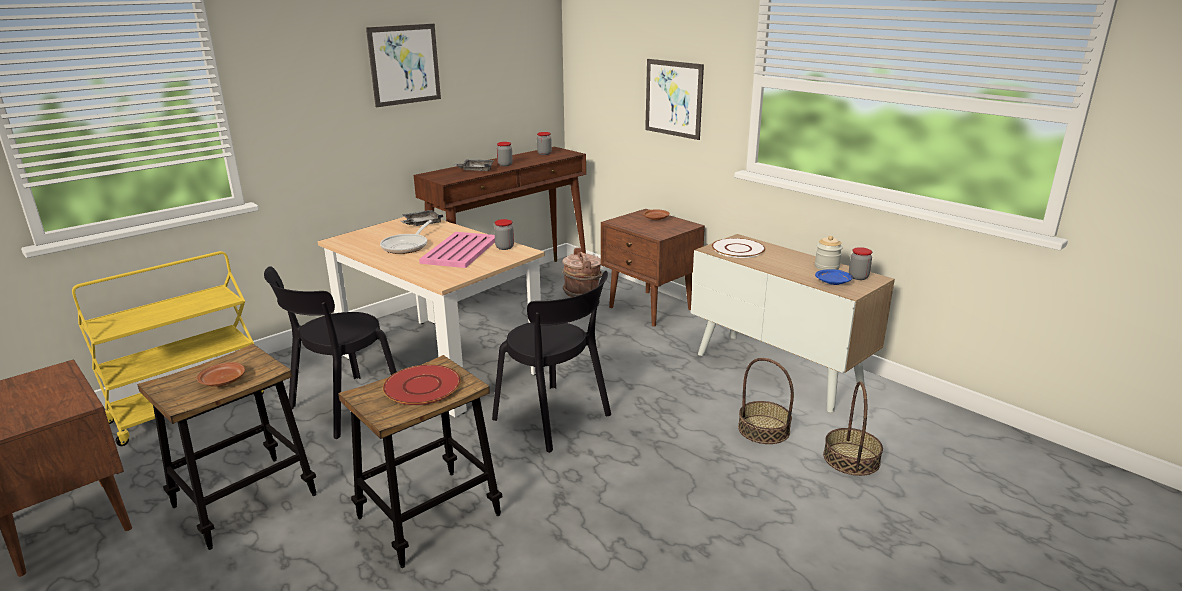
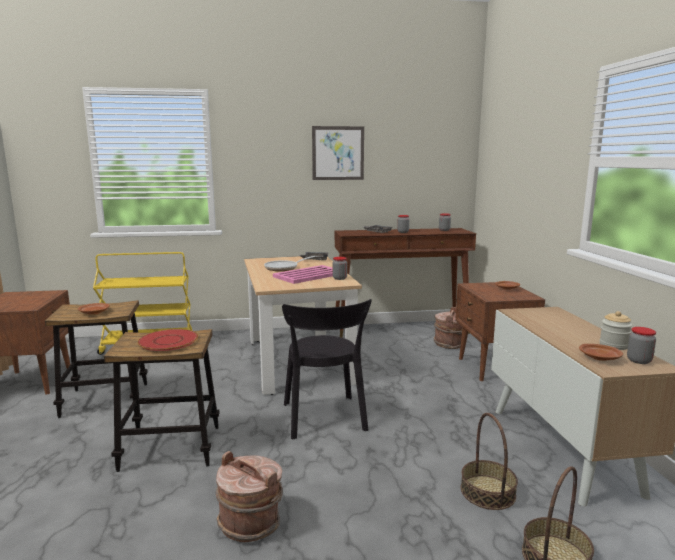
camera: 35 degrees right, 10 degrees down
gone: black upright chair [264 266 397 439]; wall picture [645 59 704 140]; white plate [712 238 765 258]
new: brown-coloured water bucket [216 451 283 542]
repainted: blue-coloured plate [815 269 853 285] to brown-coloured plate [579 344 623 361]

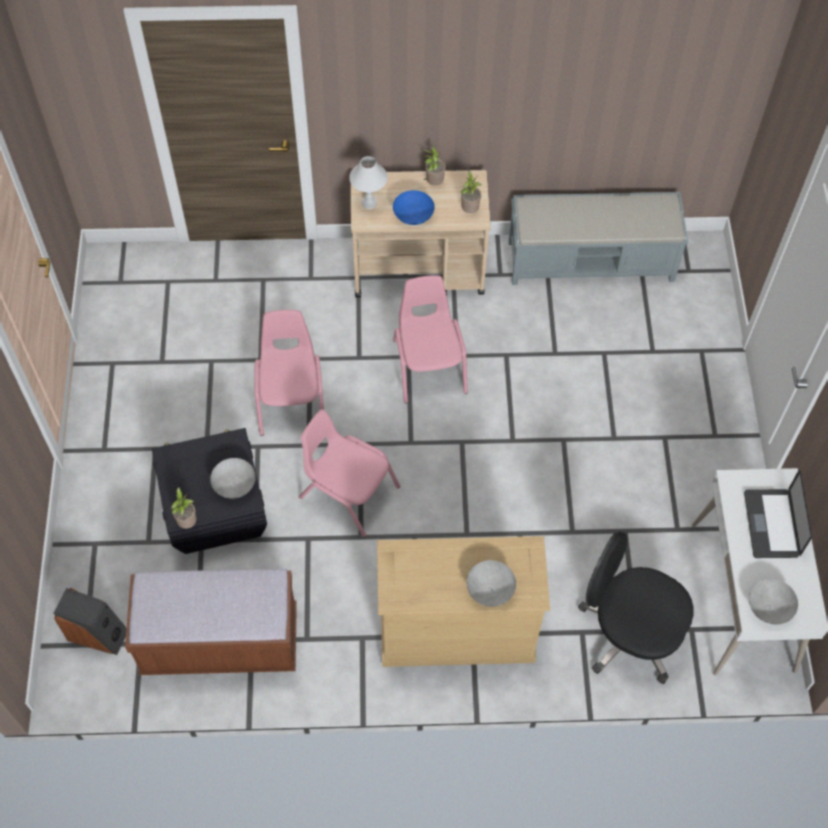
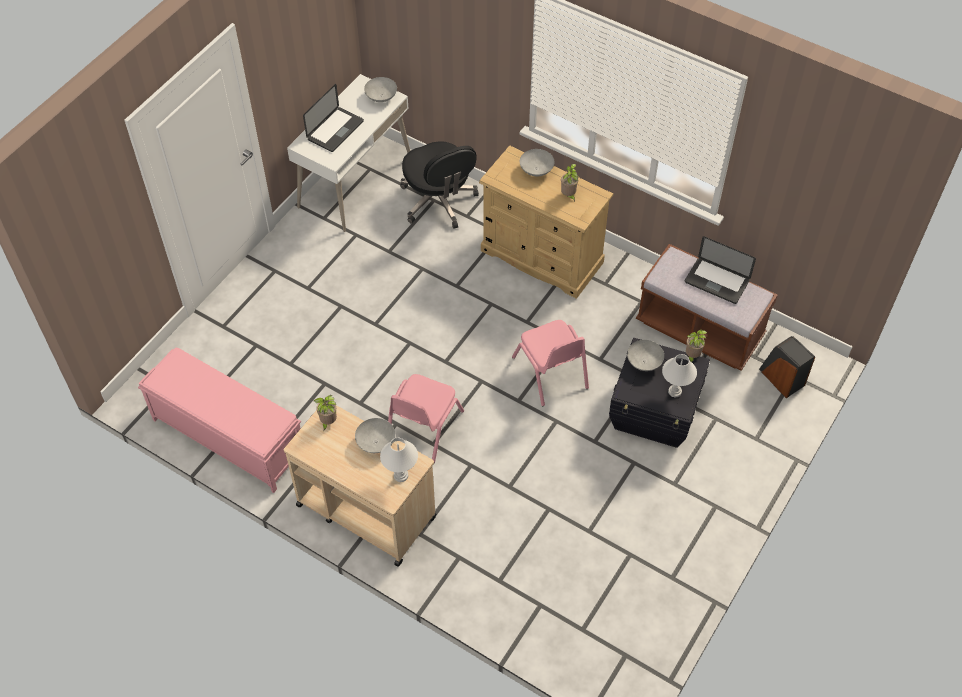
camera: 145 degrees left, 5 degrees down
gone: pink-coloured upright chair [254 310 324 436]
new: white table lamp [662 354 697 397]; notebook computer [685 236 756 304]
shifted: plant in a pot [423 145 446 186] to [561 164 578 202]
repainted: gray indoor bench [509 192 688 285] to pink-coloured indoor bench [138 348 301 493]; blue-coloured bowl [393 190 435 225] to gray bowl [355 418 395 453]

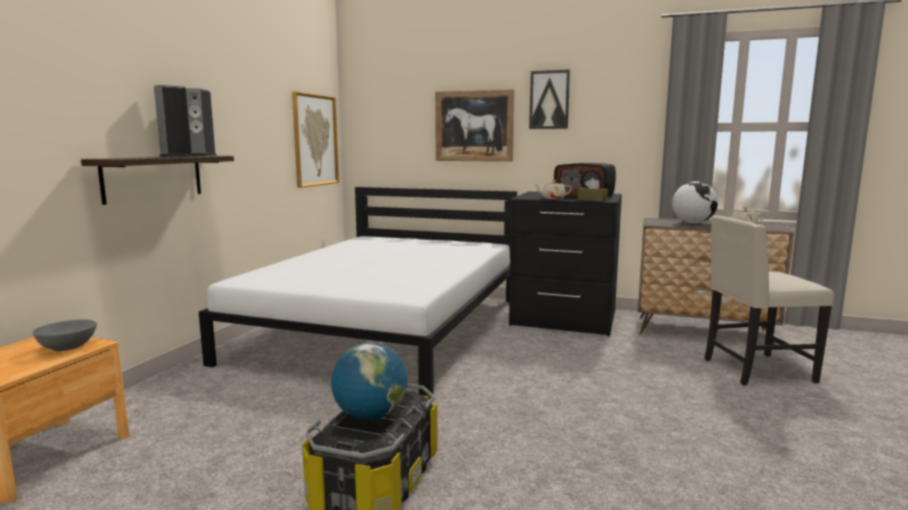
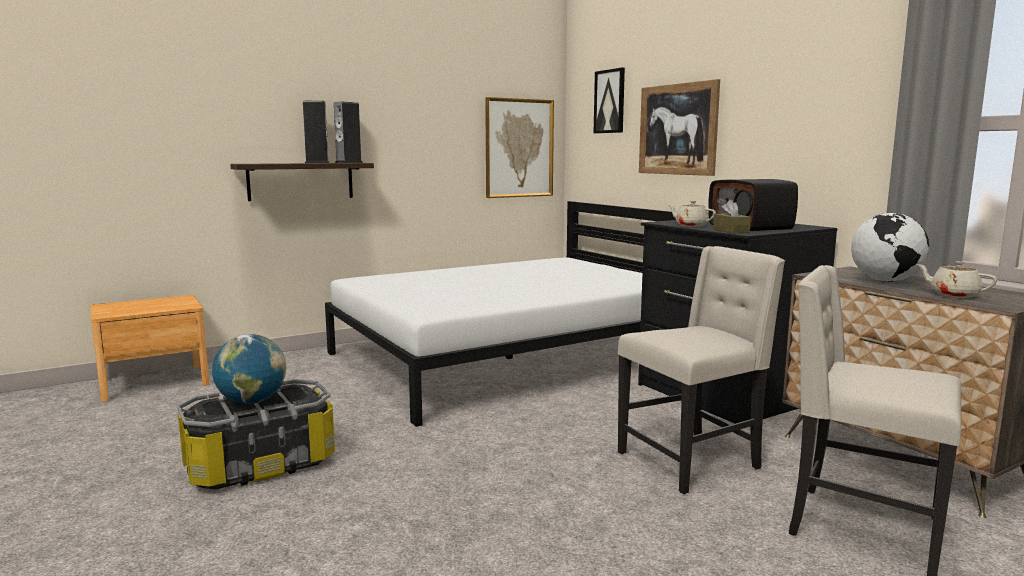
camera: 40 degrees right, 0 degrees up
gone: gray bowl [33 319 97 351]
new: sand-coloured upright chair [618 246 785 494]
shifted: wall picture [529 69 570 129] to [594 68 625 133]

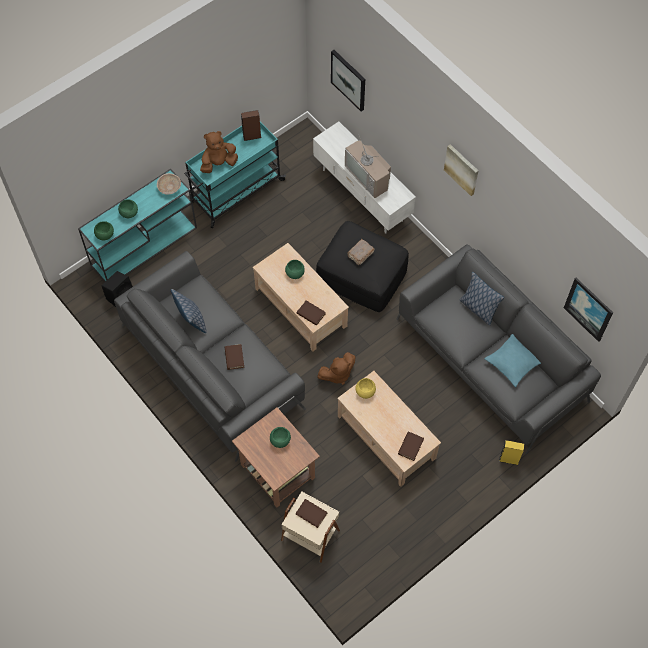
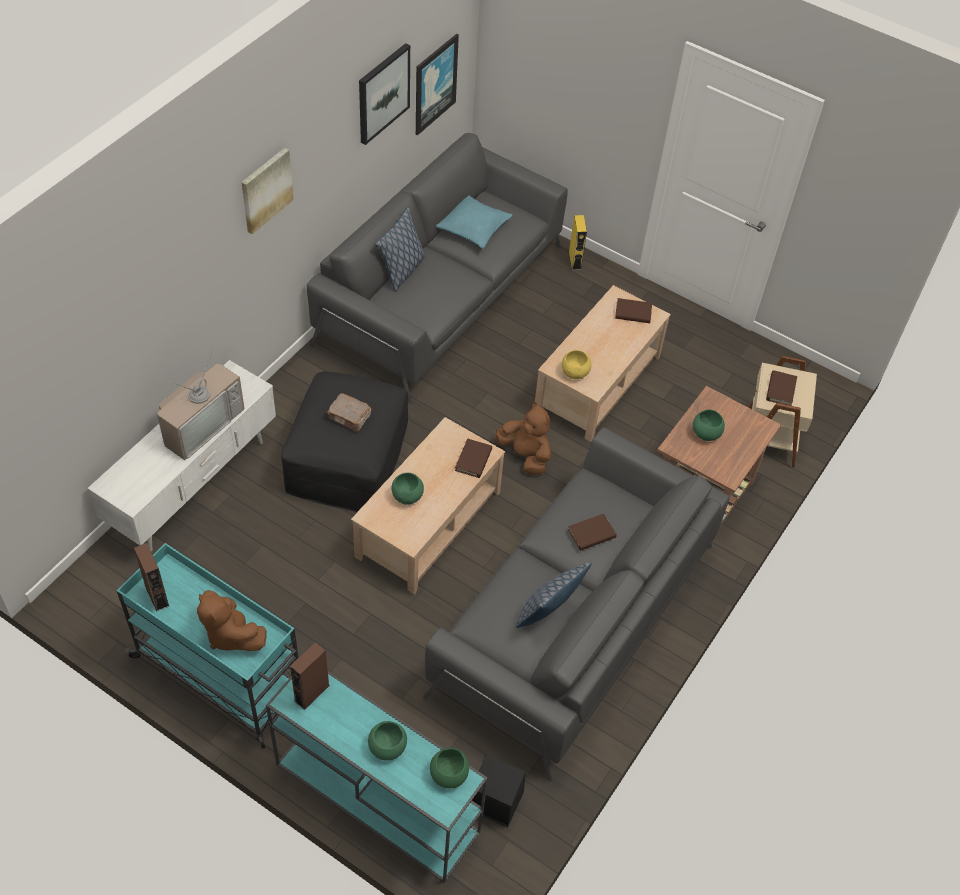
camera: 110 degrees left, 10 degrees down
shifted: wall picture [331 50 365 111] to [359 43 410 145]
swapped: sand-coloured bowl [157 173 181 195] to brown-coloured audio speaker [290 642 330 710]

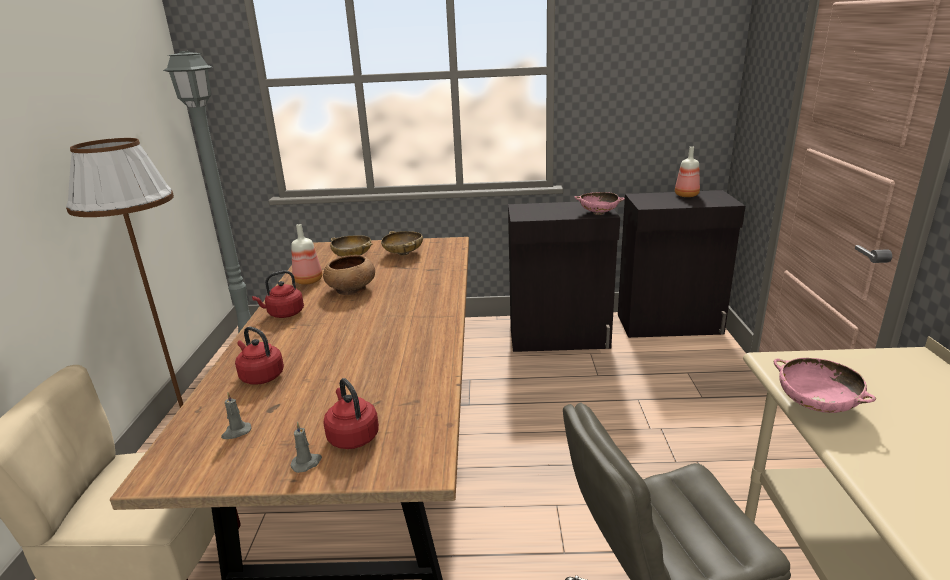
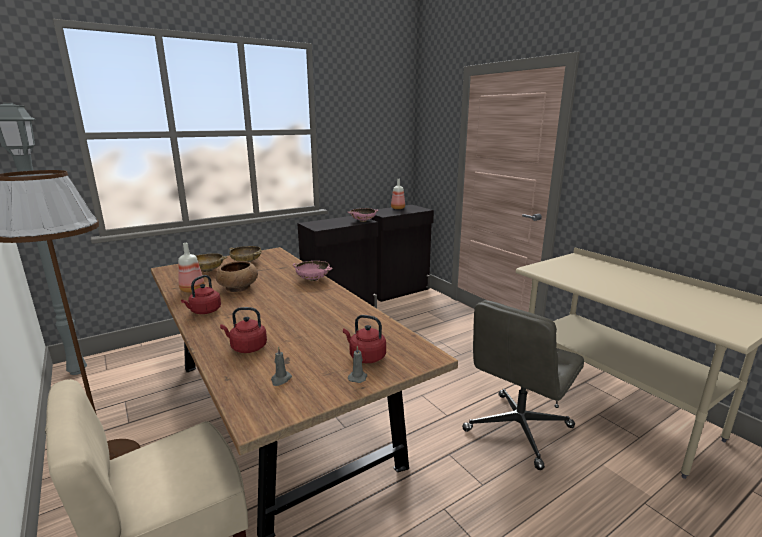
camera: 35 degrees left, 5 degrees down
shifted: pink-coloured bowl [774 358 876 413] to [293 261 332 281]

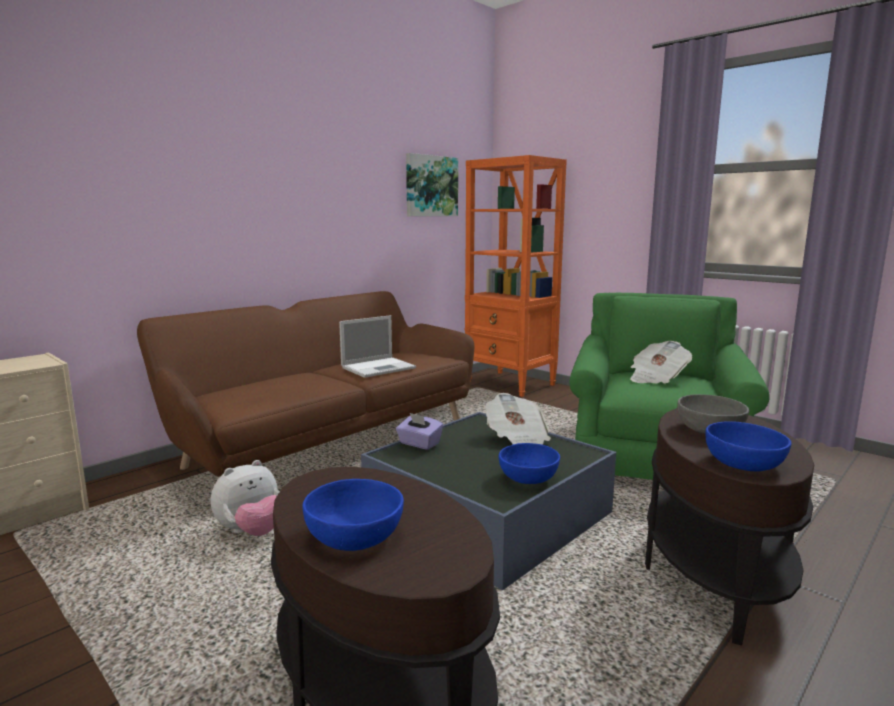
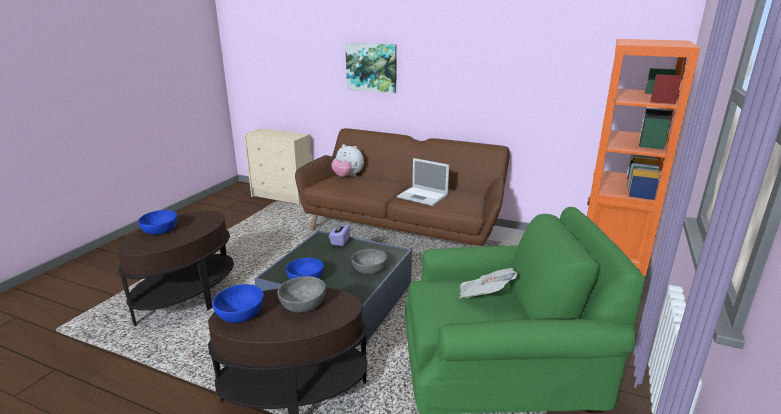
camera: 70 degrees right, 10 degrees up
shifted: soft toy [211 460 280 536] to [331 144 364 177]; wall picture [406 153 458 216] to [345 42 397 93]
swapped: daily paper [486 393 551 444] to gray bowl [351 249 387 274]

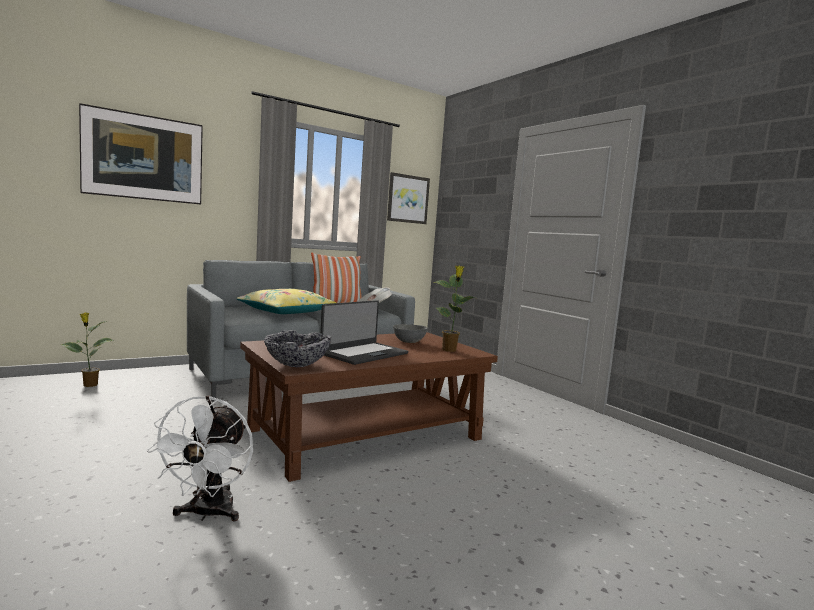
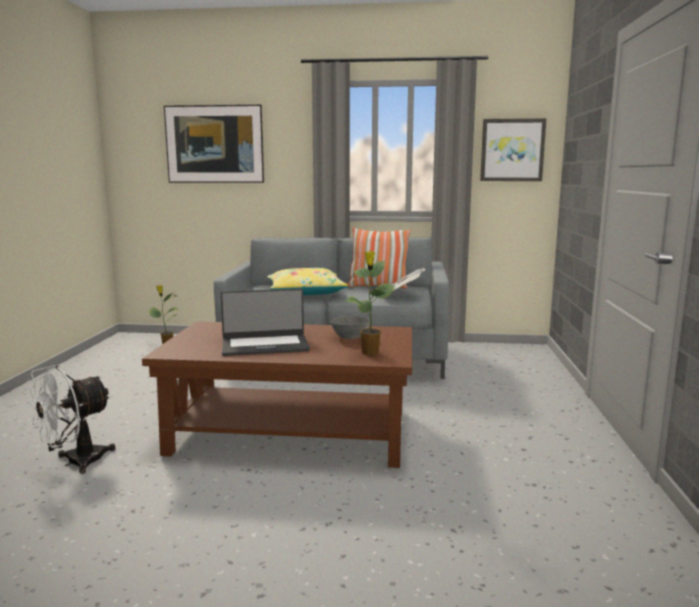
camera: 40 degrees right, 5 degrees up
gone: bowl [264 330 331 367]

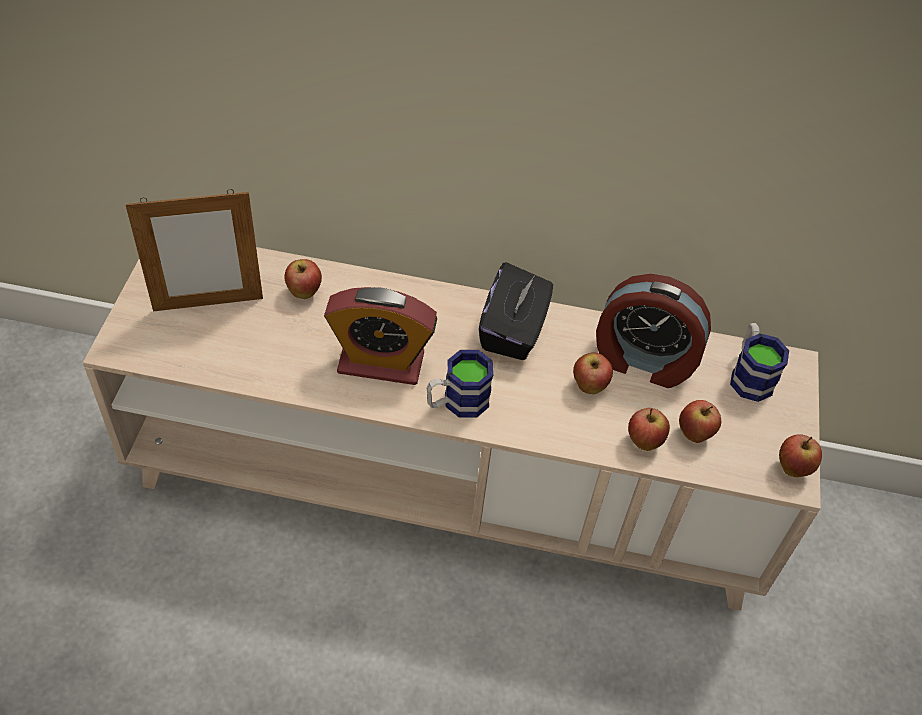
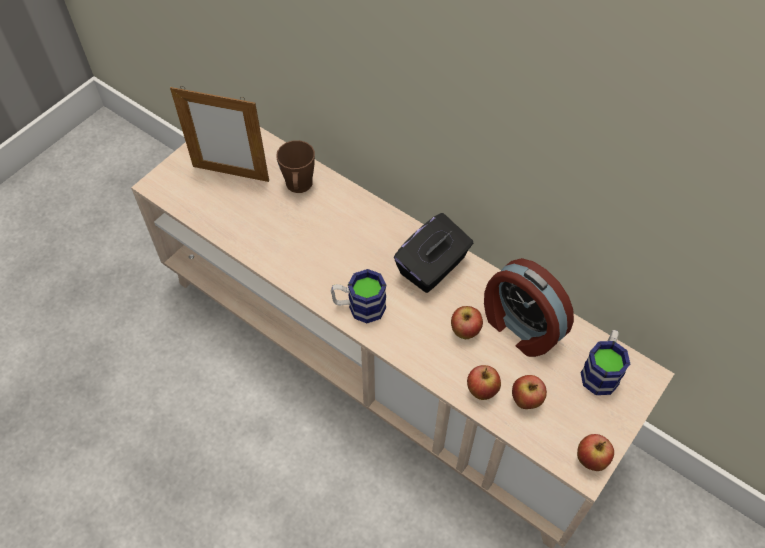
camera: 30 degrees right, 5 degrees up
gone: alarm clock [324 287 437 385]
swapped: whole apple [284 259 322 299] to brown-coloured coffee mug [276 140 315 193]

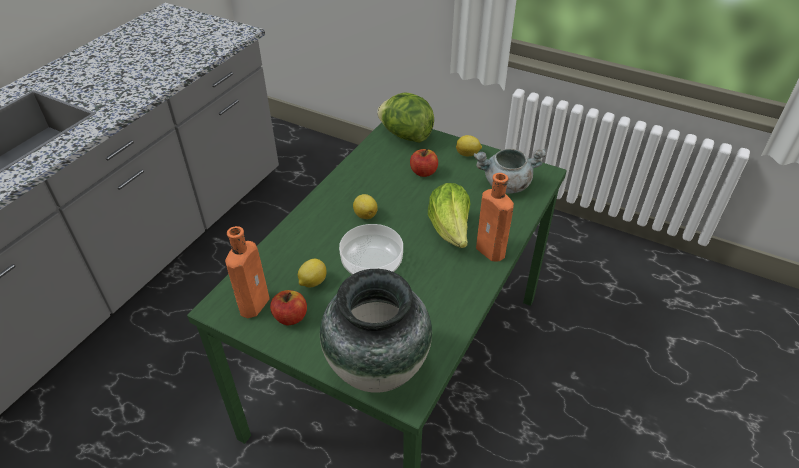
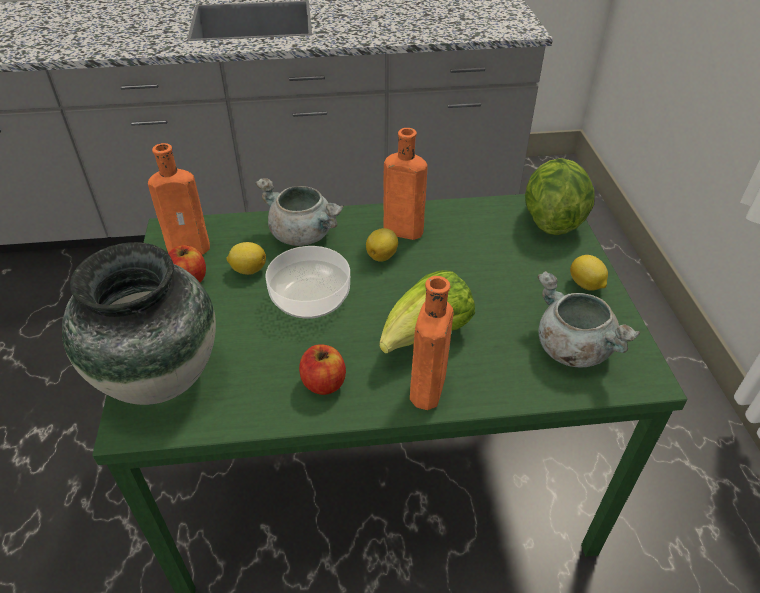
camera: 55 degrees right, 0 degrees up
new: gray saucepot [255 178 343 246]; orange-coloured bottle [383 128 428 240]
shifted: whole apple [410 149 438 177] to [299 344 346 395]

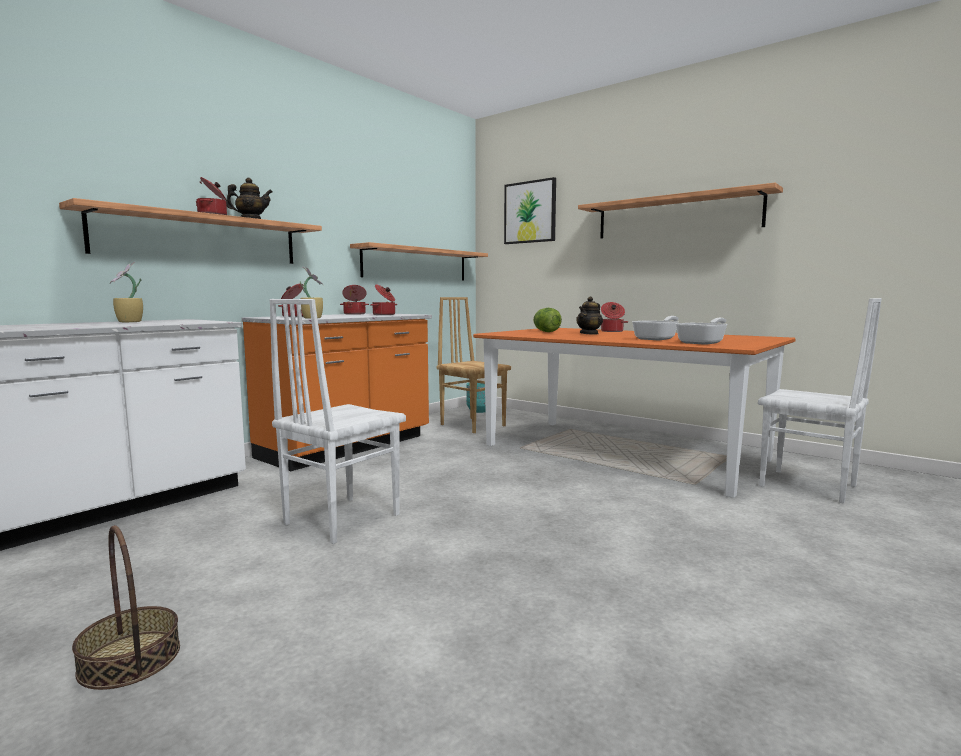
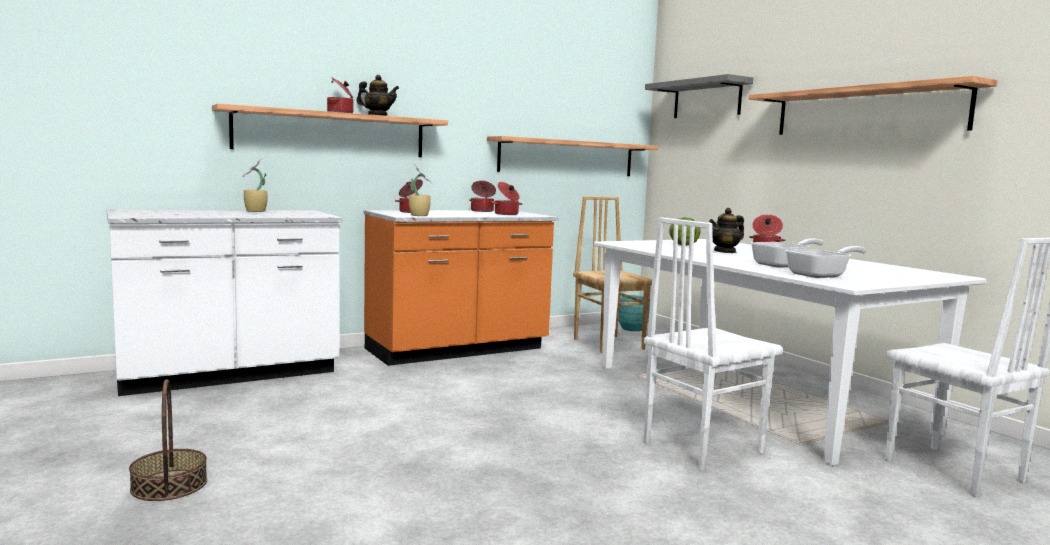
camera: 20 degrees right, 0 degrees up
shifted: white upright chair [270 299 406 544] to [644 217 783 471]
swapped: wall picture [504 177 556 244] to gray bracket shelf [645 74 753 118]
repainted: orange-coloured kitchen table [473 328 796 498] to white kitchen table [594 239 986 466]

